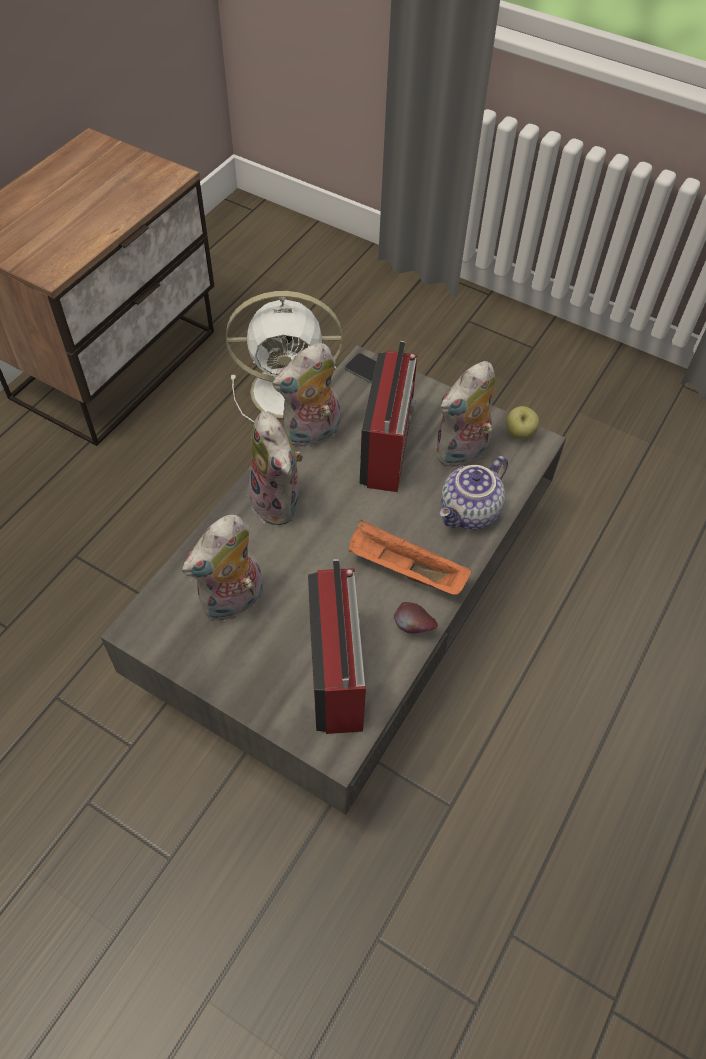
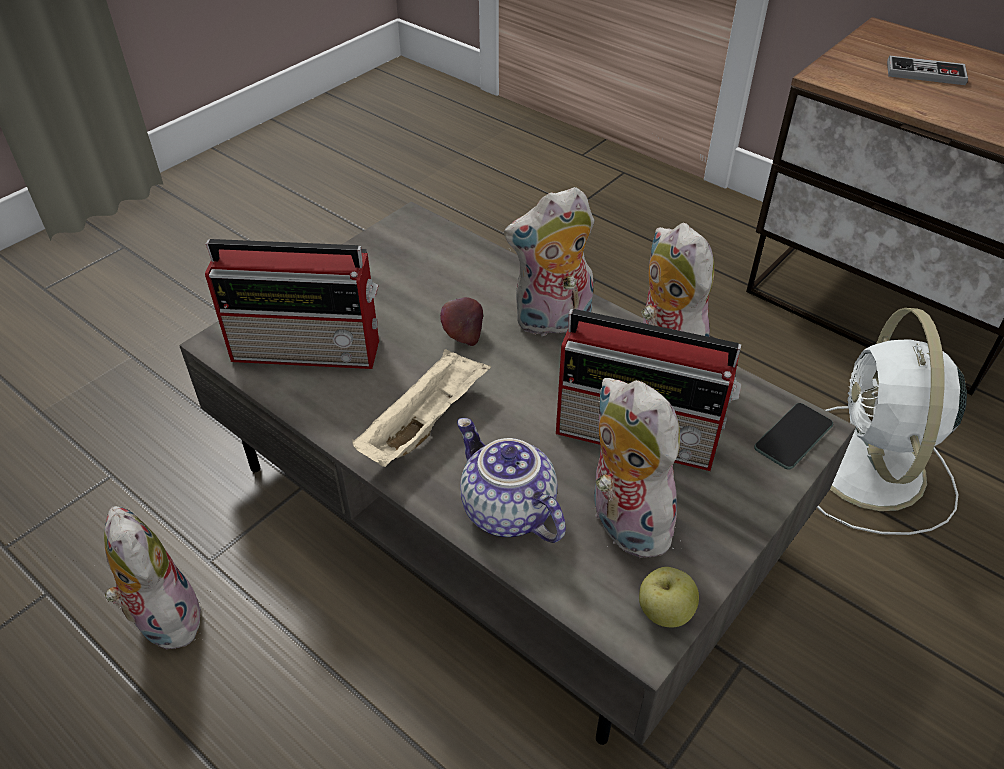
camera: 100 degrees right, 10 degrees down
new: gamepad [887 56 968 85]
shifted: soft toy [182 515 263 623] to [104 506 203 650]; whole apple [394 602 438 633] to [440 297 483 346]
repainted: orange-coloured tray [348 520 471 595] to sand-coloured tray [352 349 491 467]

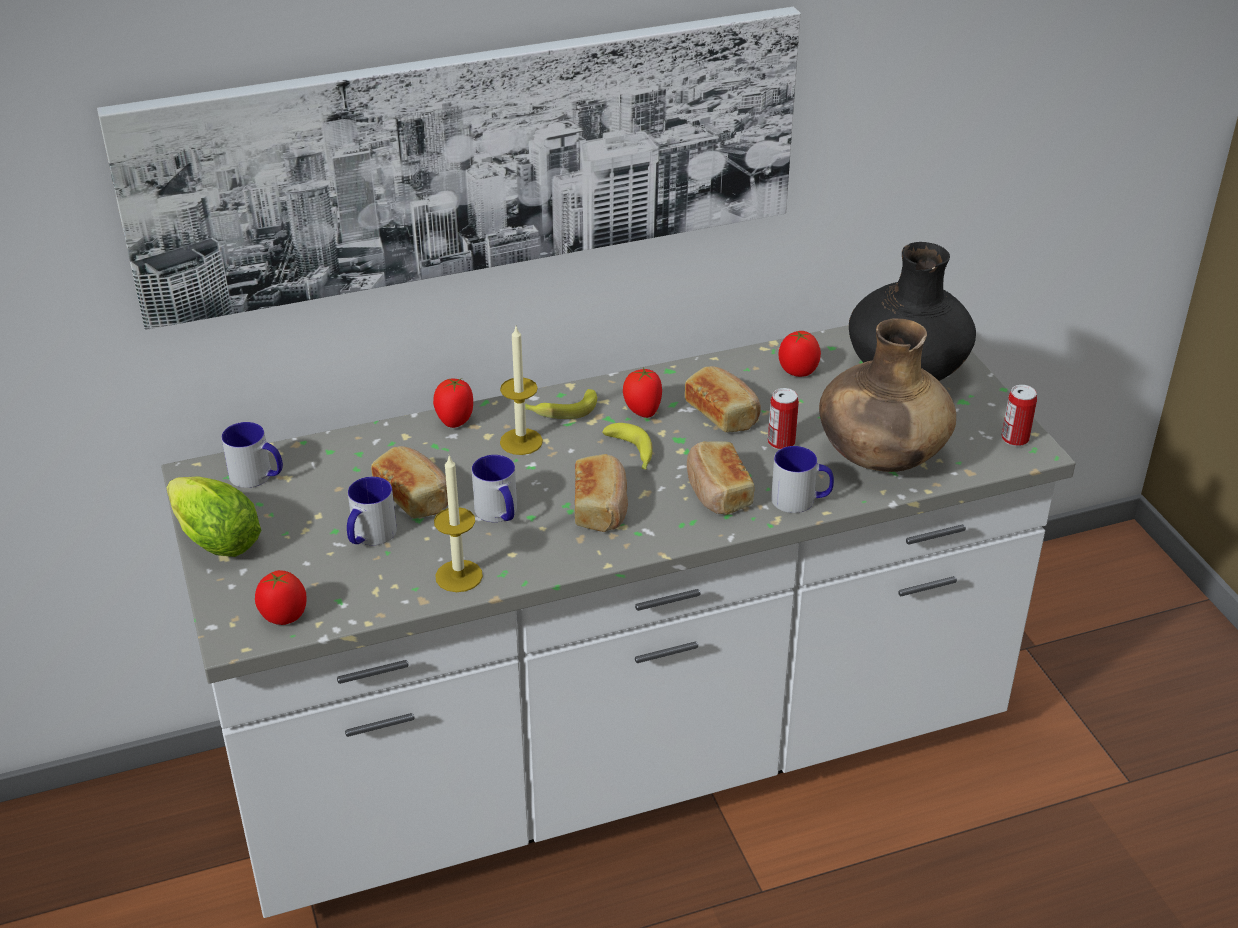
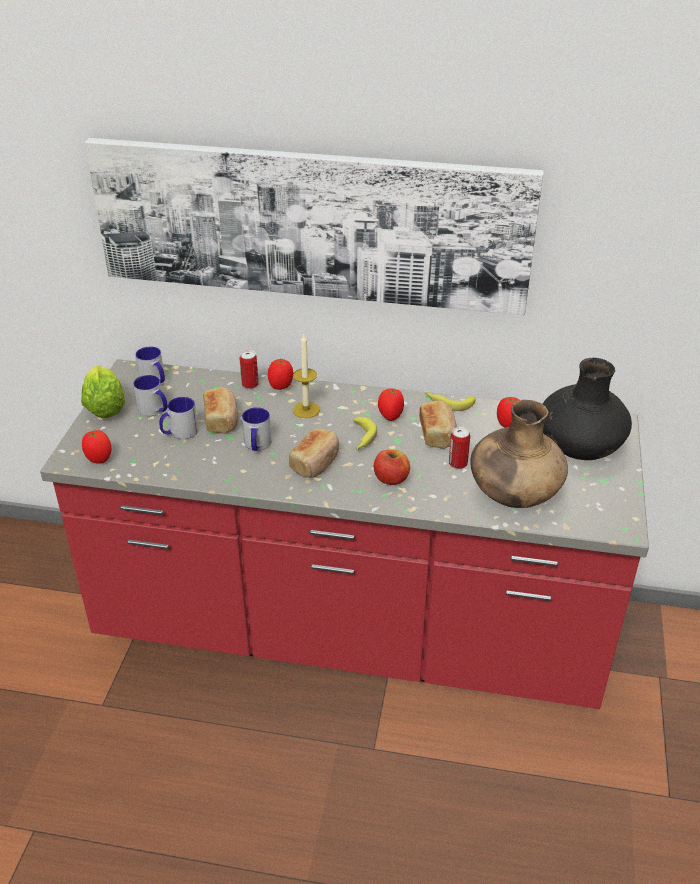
camera: 30 degrees right, 0 degrees up
gone: wax candle [434 455 483 592]
shifted: coffee mug [771 446 834 513] to [133 375 167 416]; metal can [1001 385 1037 446] to [239 350 259 389]; whole banana [525 389 597 419] to [424 392 475 411]
swapped: baked bread [687 441 754 515] to whole apple [374 450 410 485]
repainted: white counter [161 325 1076 918] to reddish counter [40 359 649 709]

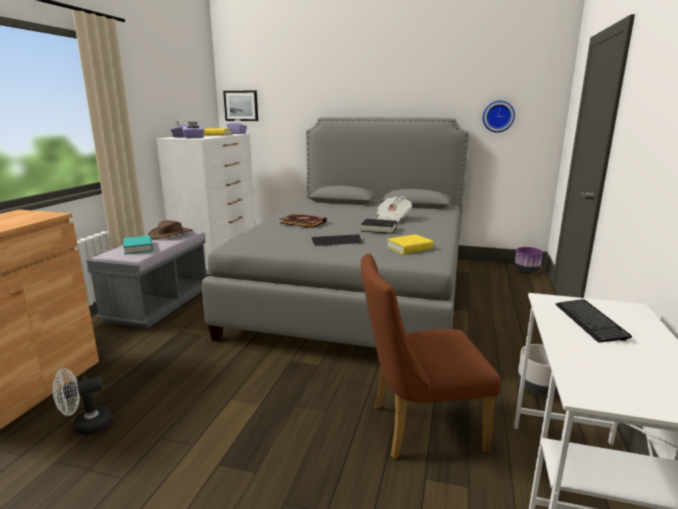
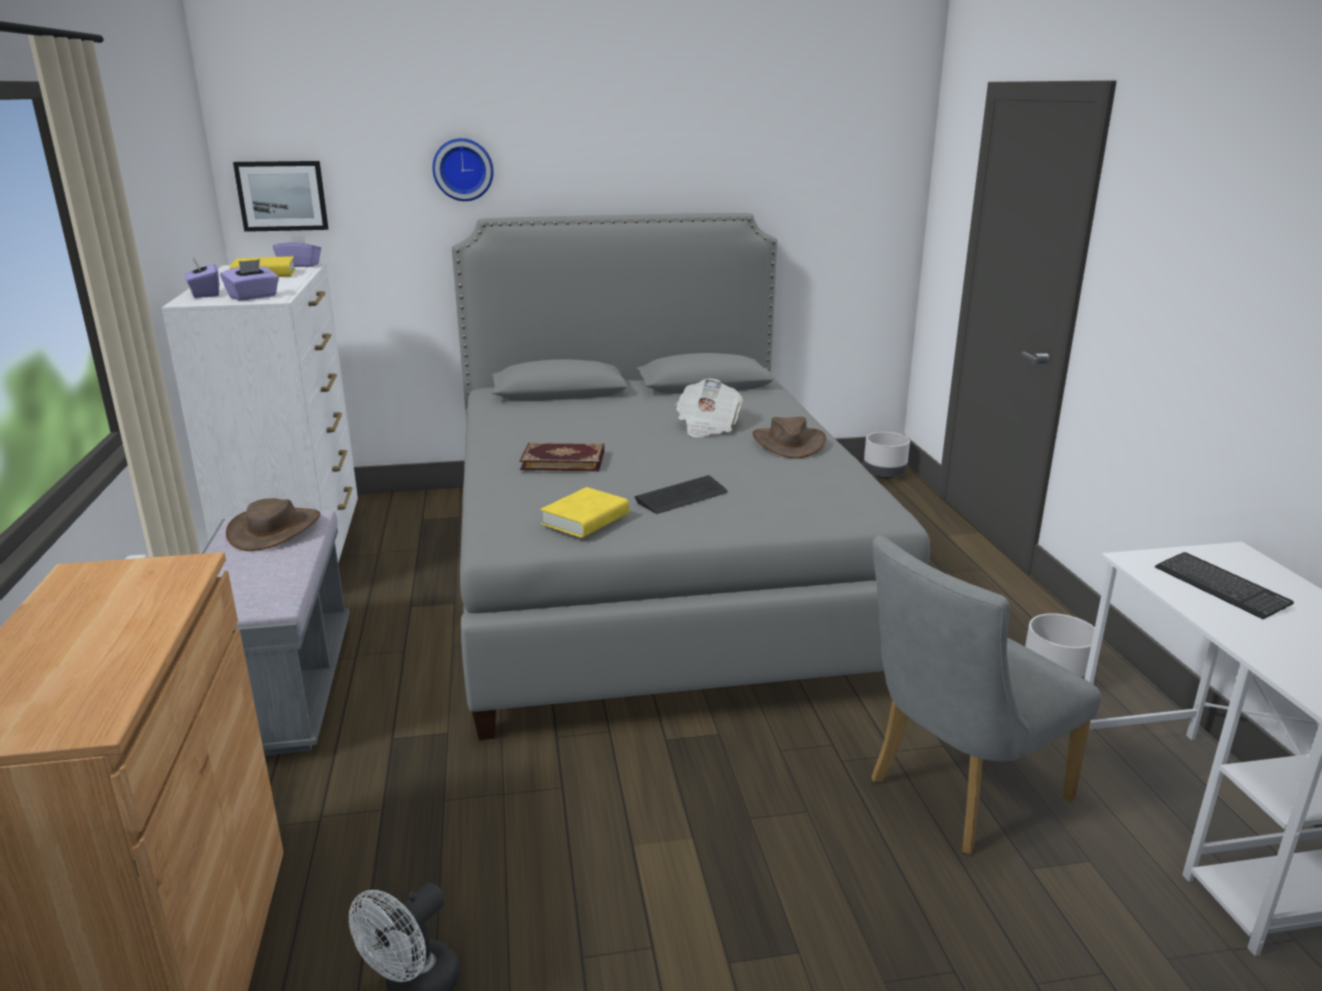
camera: 25 degrees left, 5 degrees up
gone: turquoise-coloured volume [123 236 153 255]; black volume [361 219 397 234]
new: brown-coloured wearable hat [753 417 826 459]
shifted: clock on the wall [483 101 515 133] to [432 138 494 201]; yellow-coloured volume [387 234 434 254] to [540 487 629 538]
repainted: purplish flower pot [514 247 543 274] to gray flower pot [863 432 910 479]; brown-coloured upright chair [361 253 501 459] to gray upright chair [871 535 1101 855]

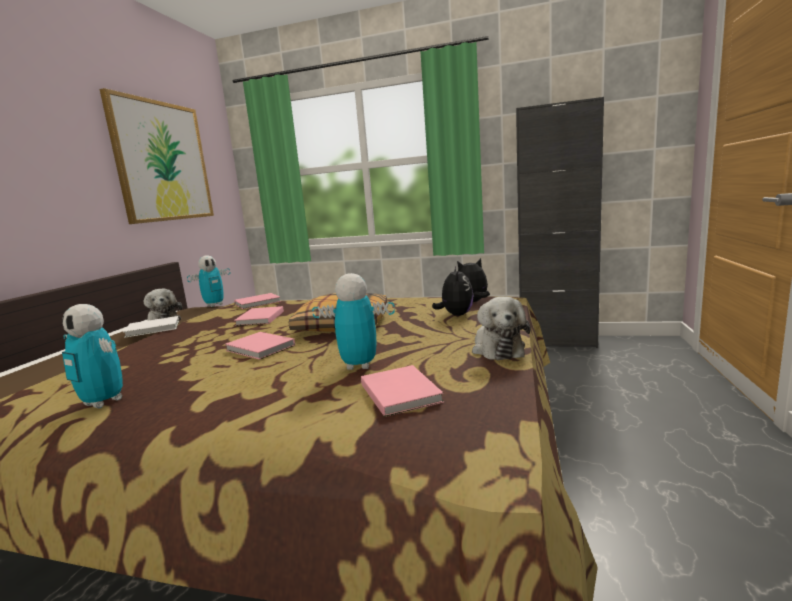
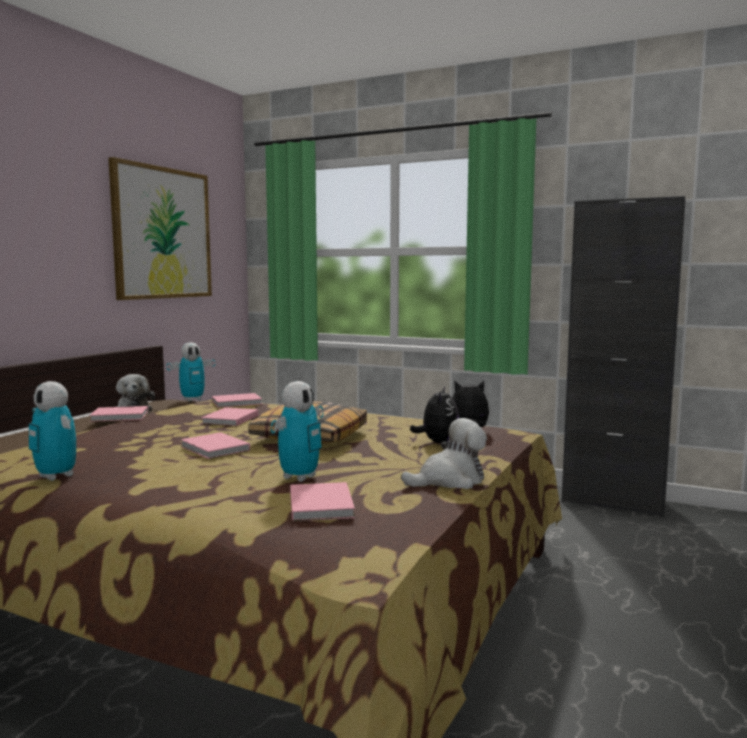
camera: 10 degrees right, 5 degrees down
repainted: white volume [123 316 179 338] to pink-coloured volume [89 406 148 422]
rotated: toy robot [312 273 395 370] = [271 381 324 482] 105 degrees clockwise; soft toy [472 297 530 360] = [401 418 487 489] 120 degrees counterclockwise

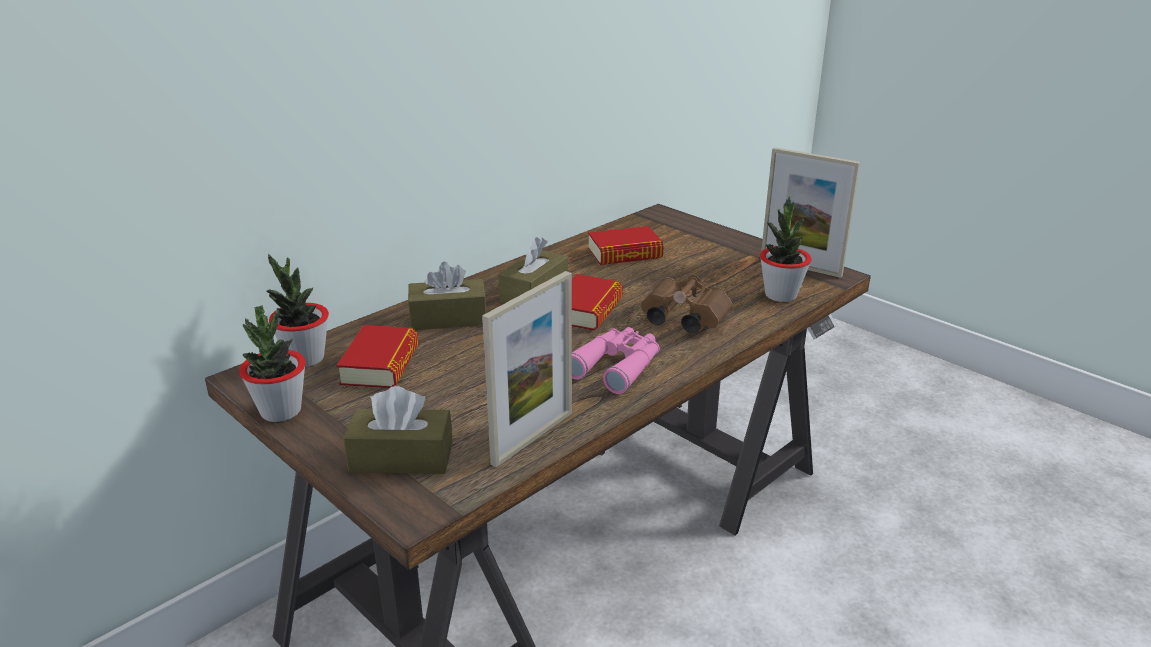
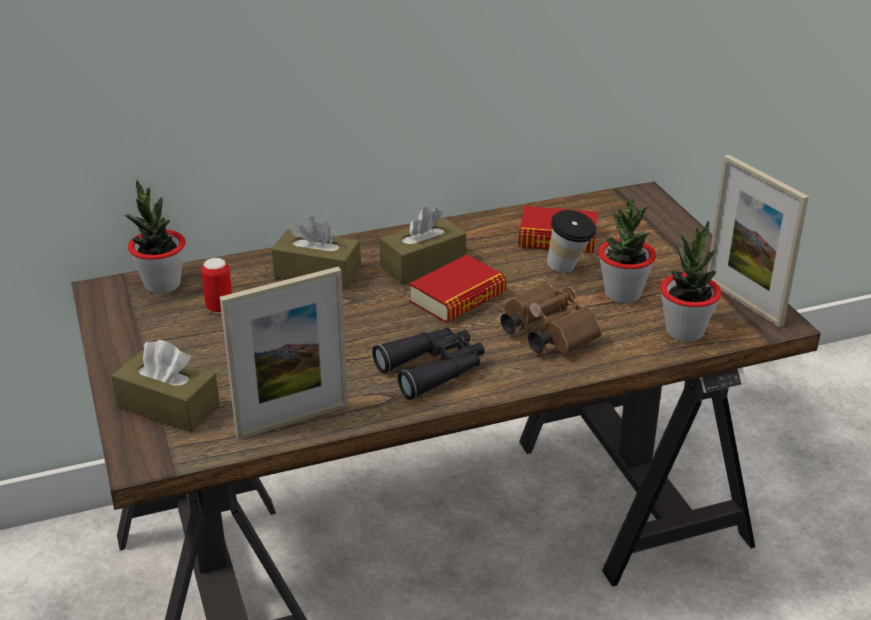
camera: 25 degrees right, 5 degrees up
new: drinking cup [547 210 597 273]
shifted: plant in a pot [239 306 306 422] to [598 199 656 304]
swapped: volume [337 325 418 388] to metal can [201 258 232 314]
repainted: pink-coloured binoculars [572 327 660 394] to black binoculars [372 327 485 400]

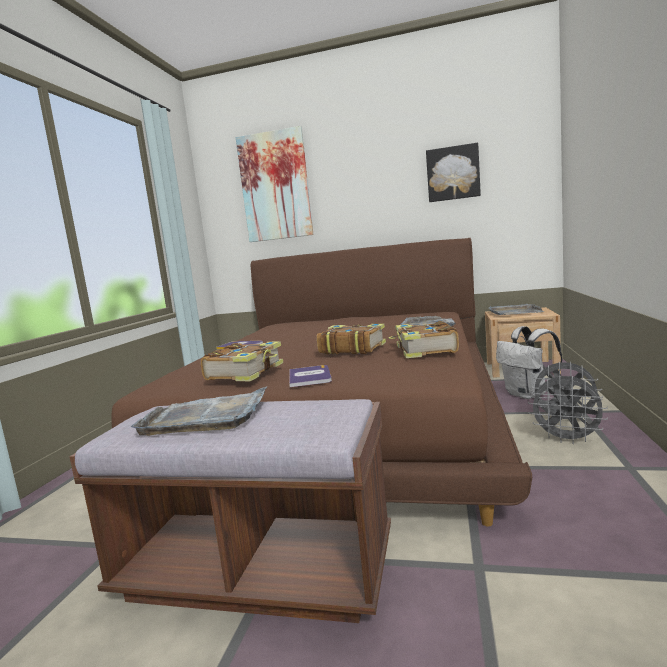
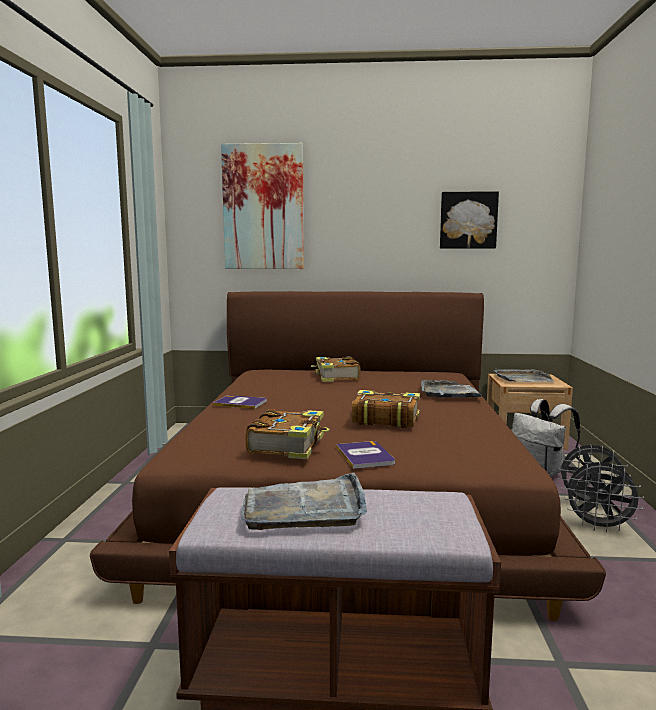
camera: 10 degrees left, 0 degrees up
shifted: volume [389 321 459 358] to [311 356 361 382]

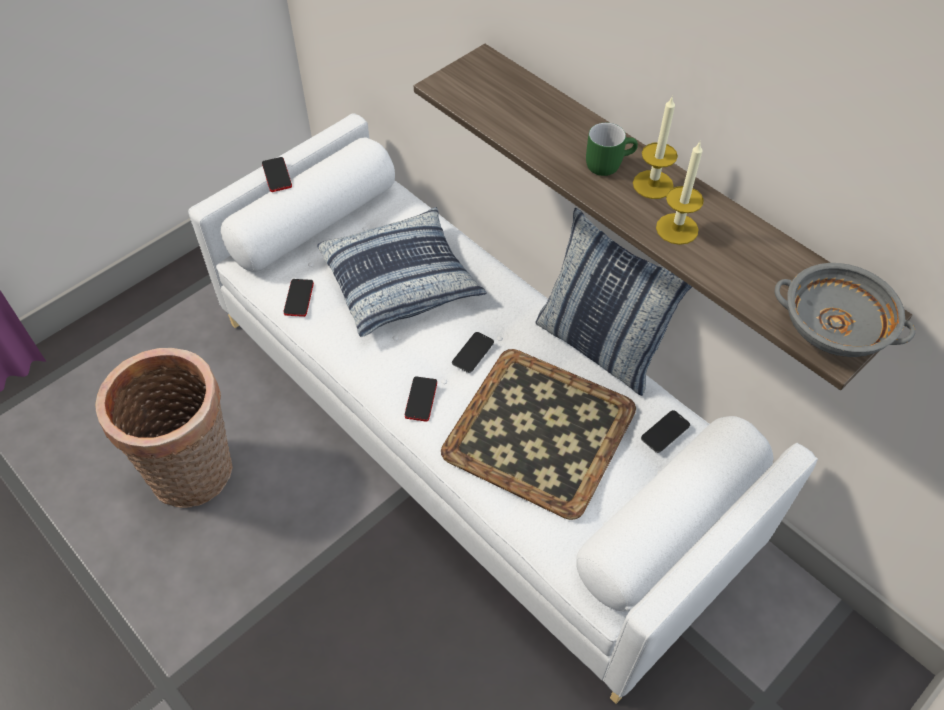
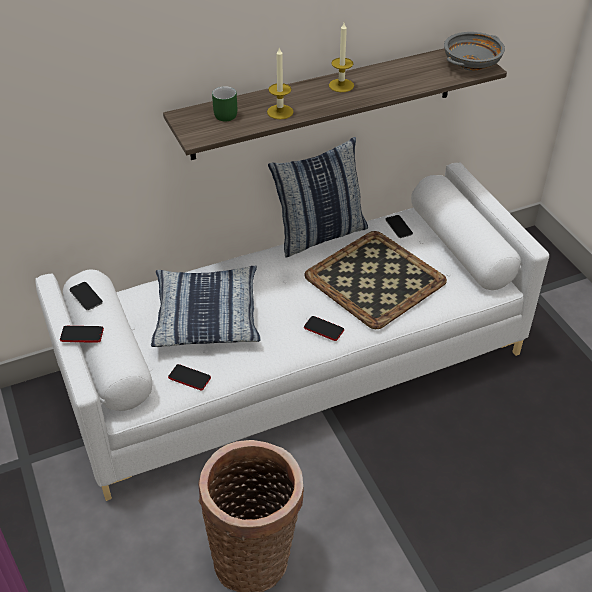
camera: 70 degrees left, 10 degrees down
shifted: telephone [452 332 494 373] to [69 282 103 310]; green coffee mug [586 123 638 176] to [212 86 237 121]; wax candle [656 142 704 245] to [267 47 294 119]

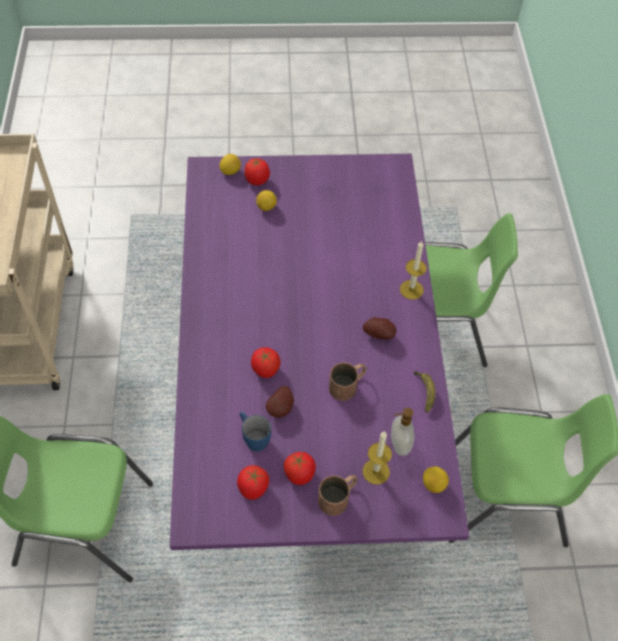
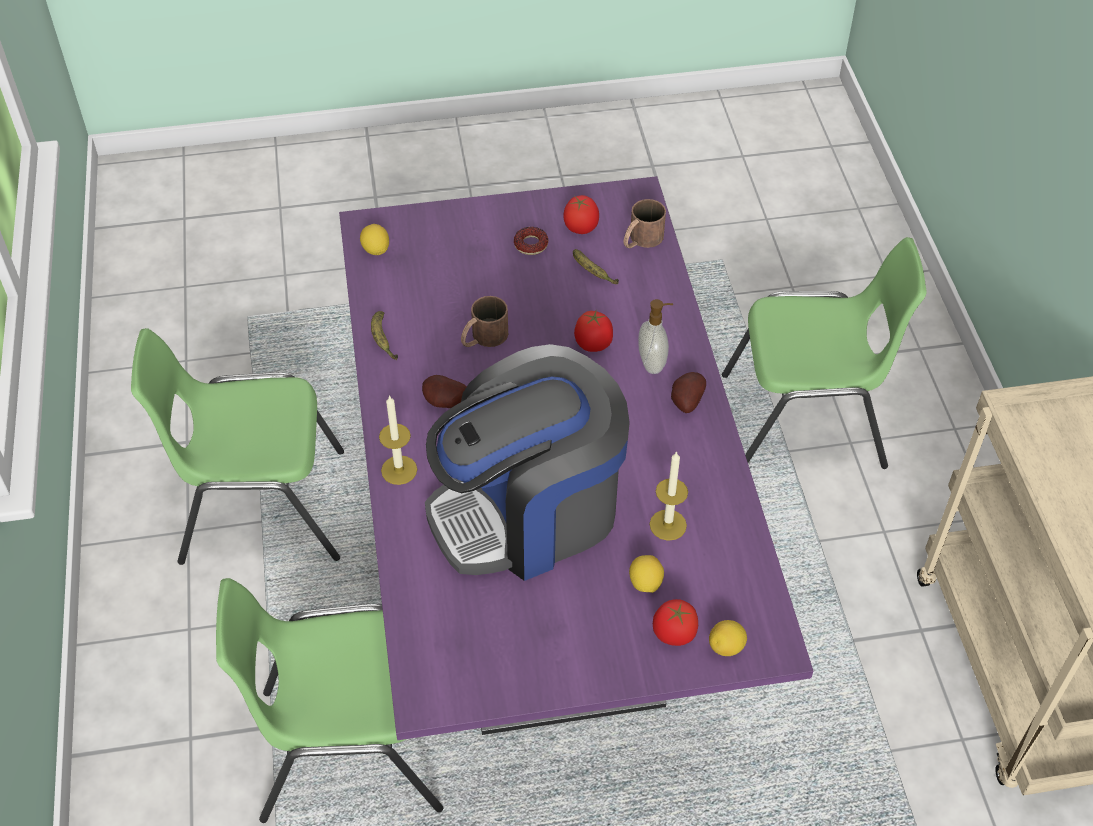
camera: 175 degrees right, 5 degrees down
new: coffee machine [425 344 630 581]
shifted: brown-coloured coffee mug [318 475 358 516] to [624 199 666 248]; soap dispenser [391 408 415 456] to [638 299 673 374]; wax candle [363 431 392 484] to [650 451 688 541]; spud [266 386 294 418] to [671 372 706 413]
swapped: tomato [284 452 316 485] to donut [514 227 549 255]; blue-coloured coffee mug [240 412 271 451] to whole banana [573 249 619 284]

